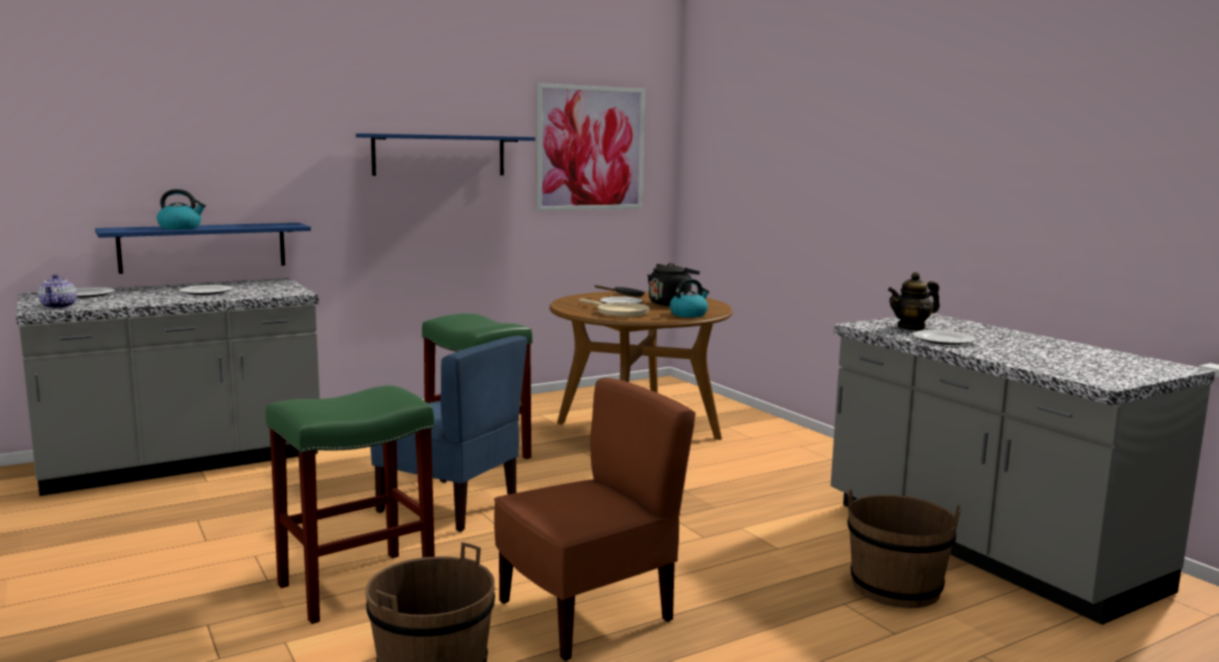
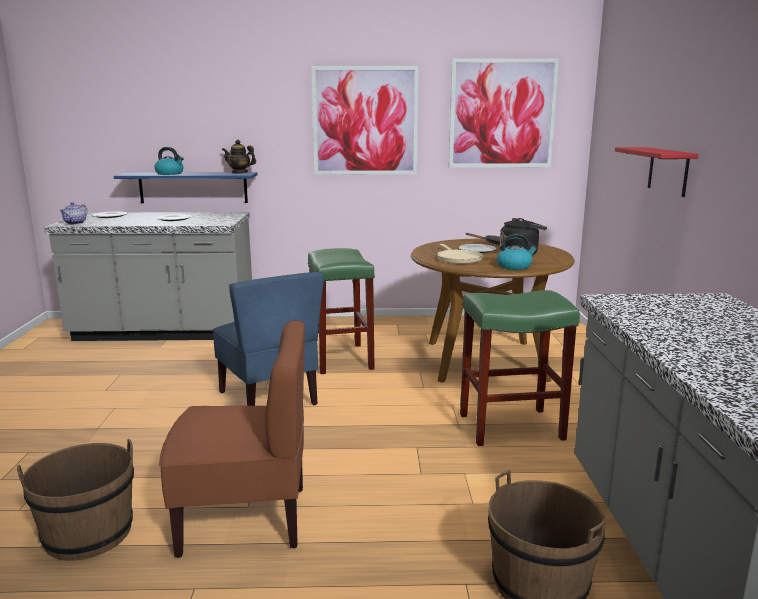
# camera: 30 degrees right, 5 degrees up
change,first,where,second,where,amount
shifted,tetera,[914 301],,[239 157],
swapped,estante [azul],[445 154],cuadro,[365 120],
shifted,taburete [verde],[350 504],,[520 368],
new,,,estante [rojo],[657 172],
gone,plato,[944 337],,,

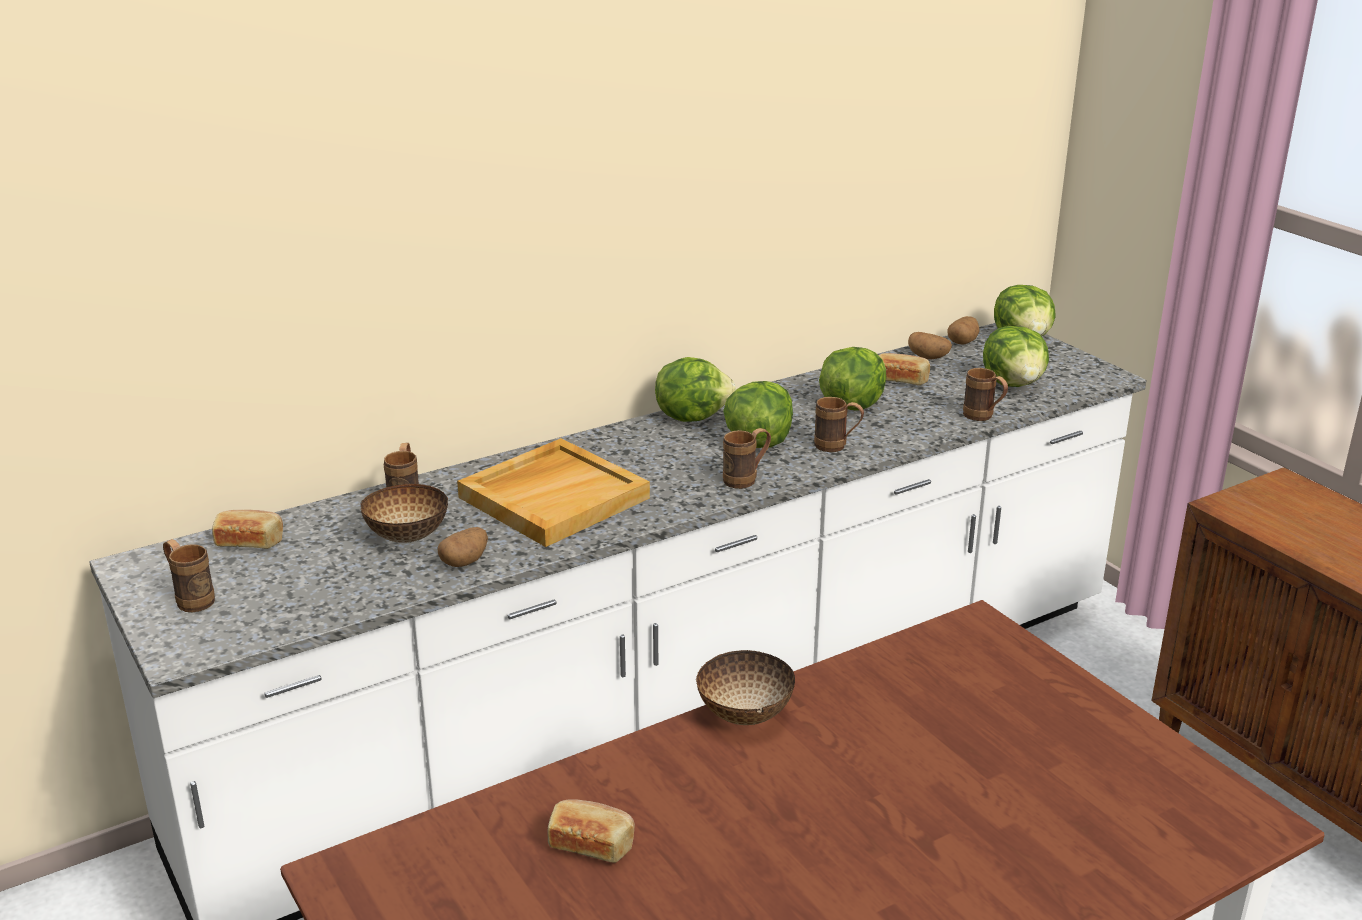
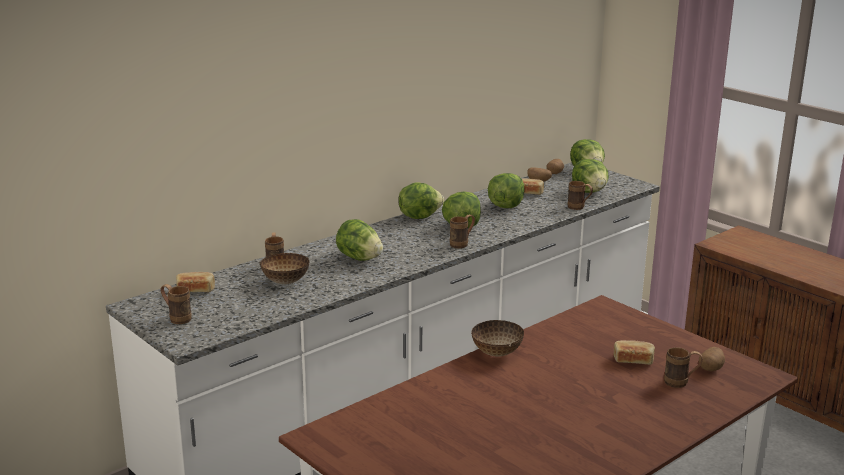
# camera: 10 degrees left, 5 degrees down
change,first,where,second,where,amount
swapped,bandeja [beis],[553 492],lechuga,[359 240],
shifted,pan,[591 831],,[634 352],
shifted,taza grande [marrón],[839 424],,[683 367],
shifted,patata,[463 547],,[712 359],

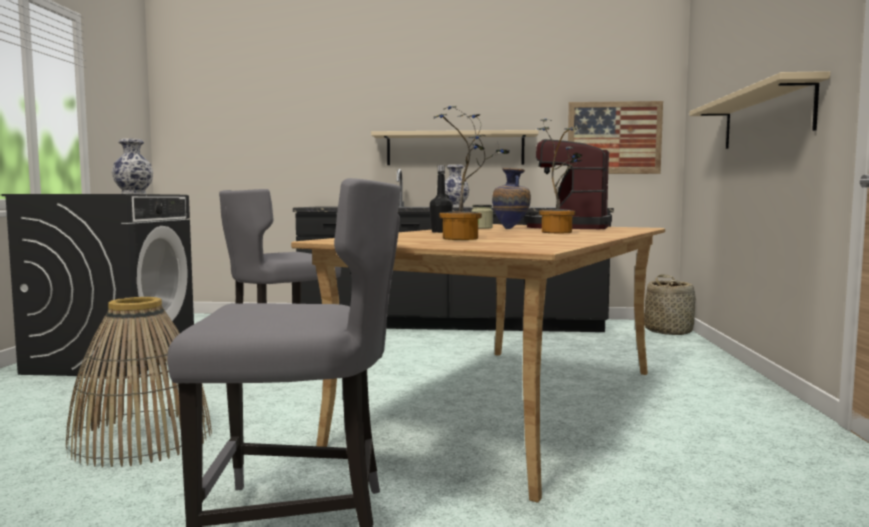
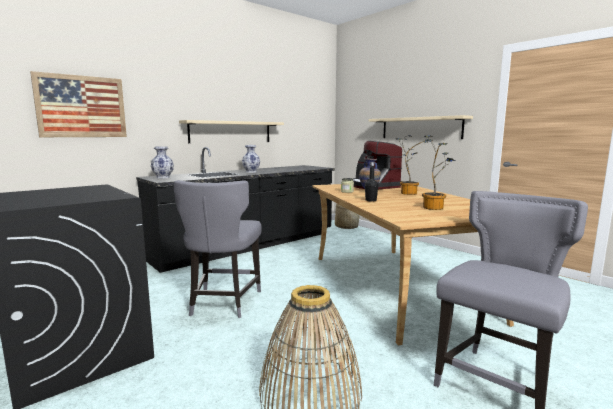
# camera: 45 degrees left, 5 degrees up
change,first,where,second,where,amount
shifted,cuadro,[615 137],,[78 104],
shifted,florero,[132 166],,[162 162],

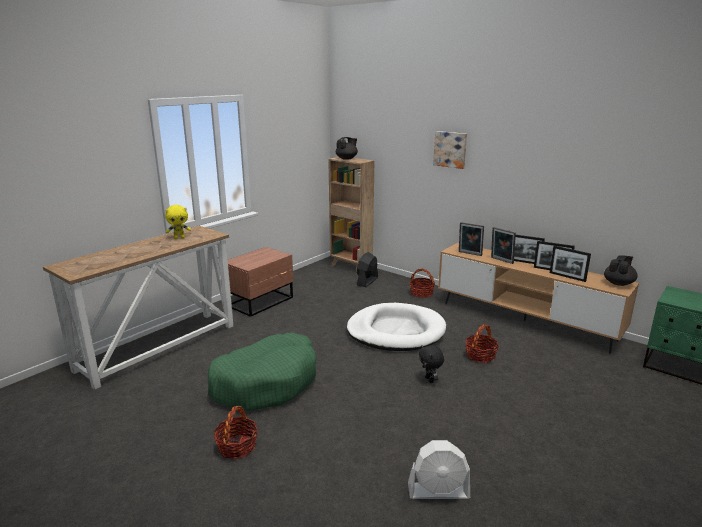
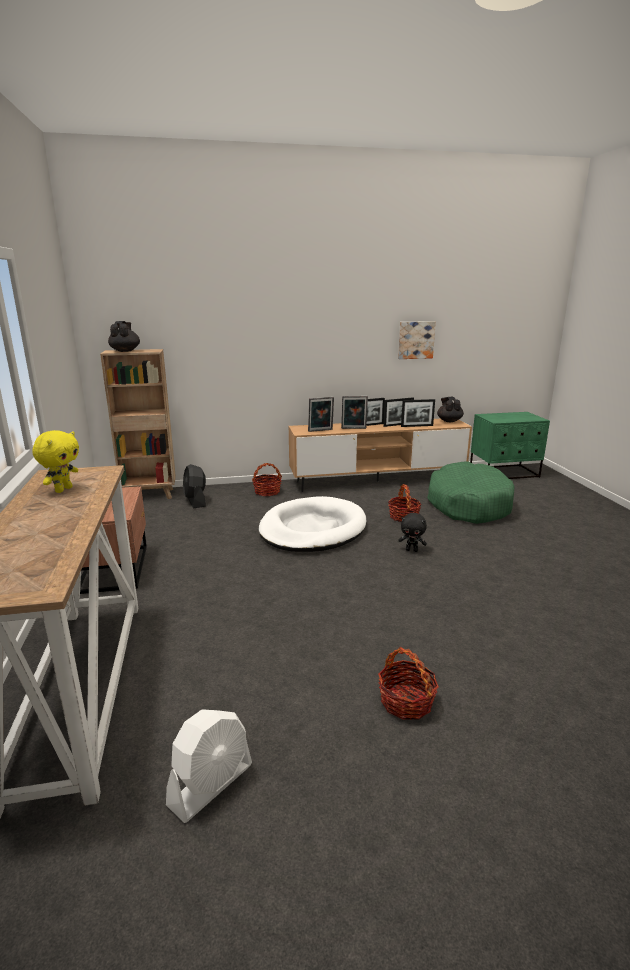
# camera: 50 degrees left, 0 degrees up
change,first,where,second,where,amount
shifted,ventilador [blanco],[439 469],,[209 766],
shifted,cuadro,[450 150],,[417 340],
shifted,cama para perro [verde],[262 371],,[470 493],

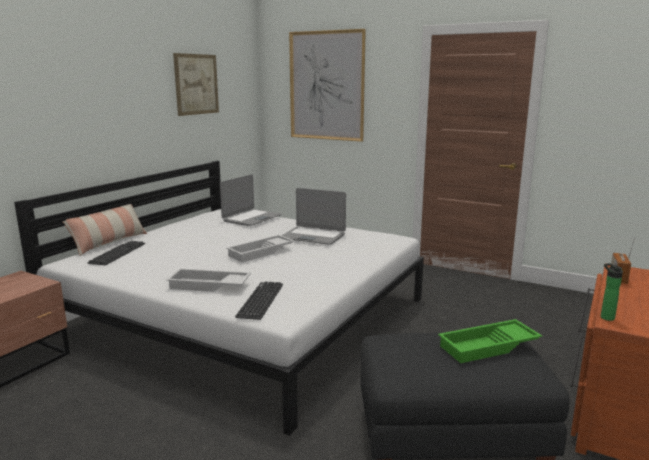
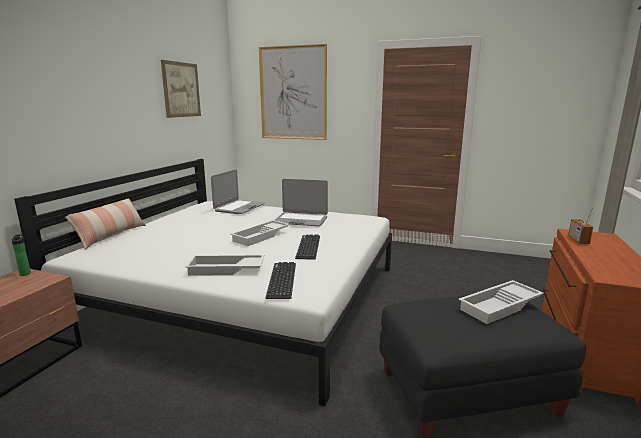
# camera: 10 degrees left, 0 degrees up
change,first,where,second,where,amount
shifted,botella,[612 292],,[21 255],
shifted,teclado,[116 253],,[307 247],
repainted,bandeja [verde],[490 341],bandeja [blanco],[501 302],

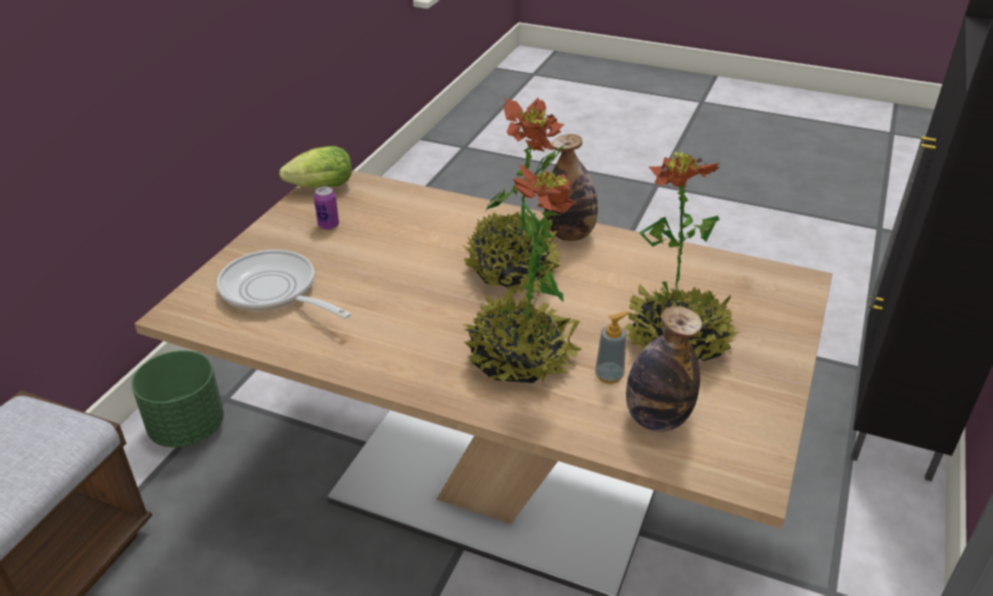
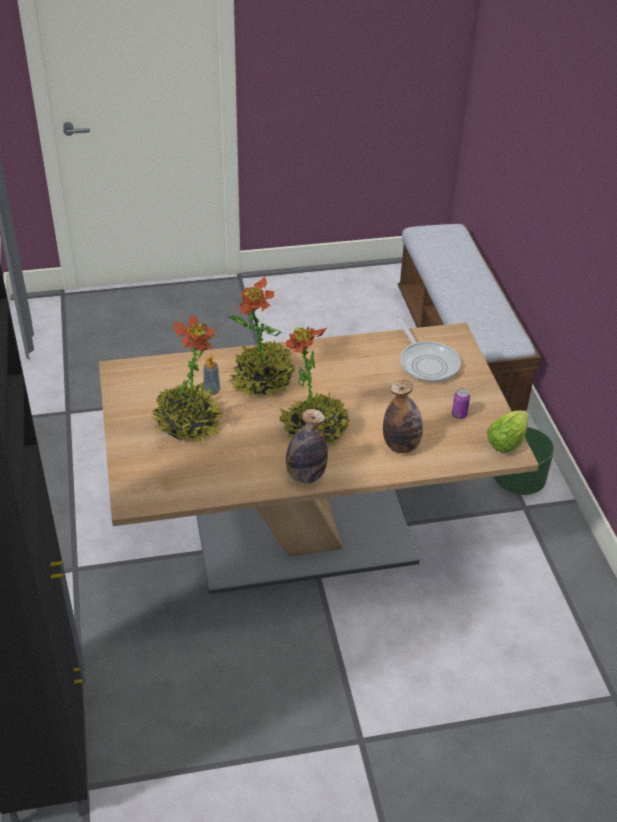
# camera: 145 degrees right, 5 degrees up
change,first,where,second,where,amount
shifted,botella,[664 369],,[403 416],
rotated,sartén,[284 284],,[427 348],60 degrees clockwise

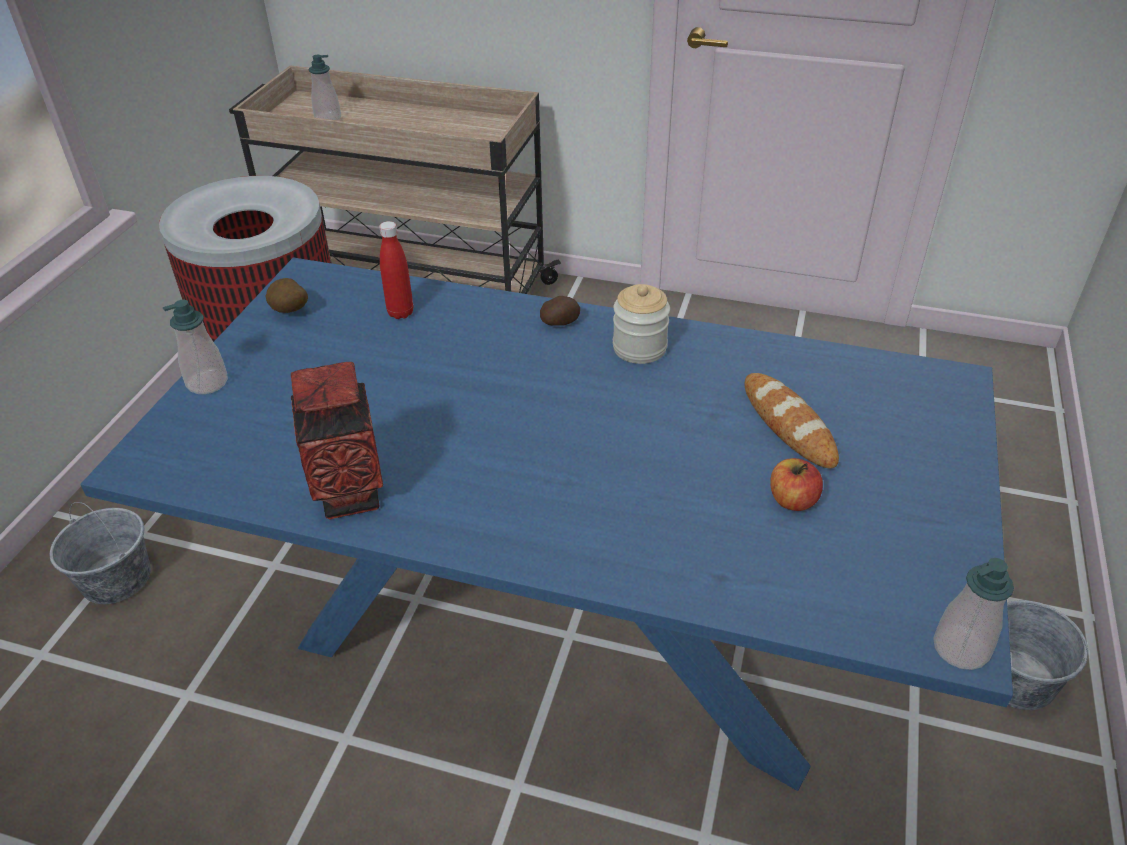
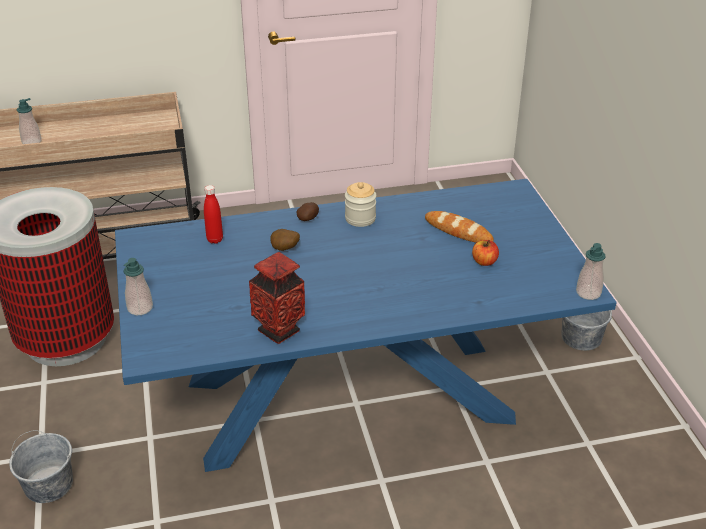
# camera: 30 degrees left, 5 degrees down
change,first,where,second,where,amount
shifted,patata,[286 295],,[285 240],

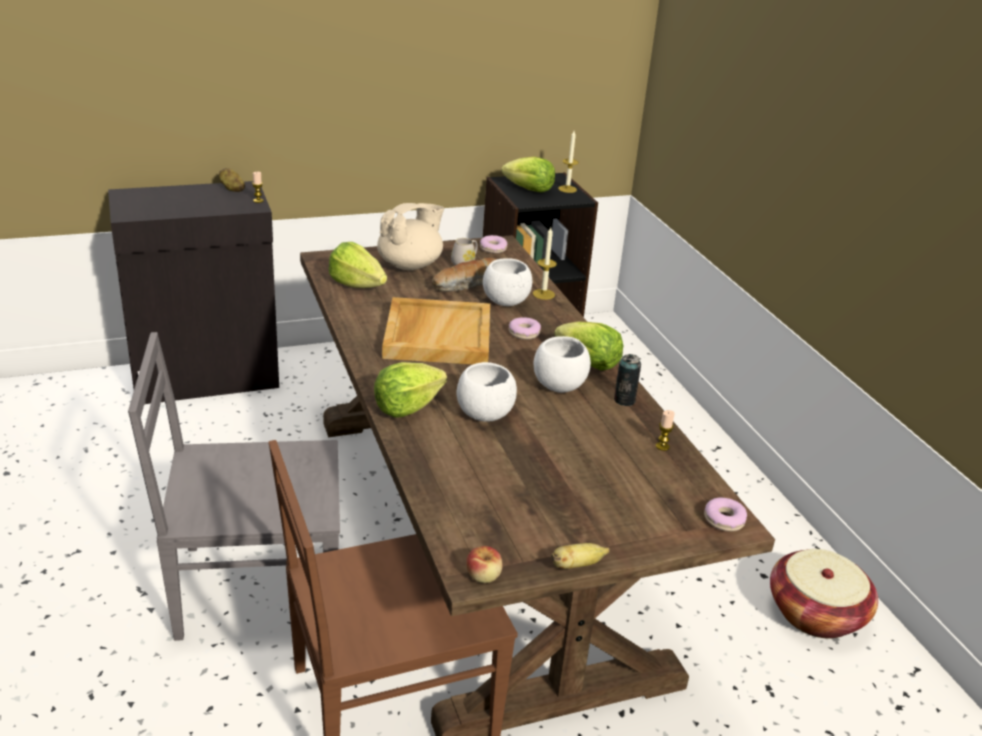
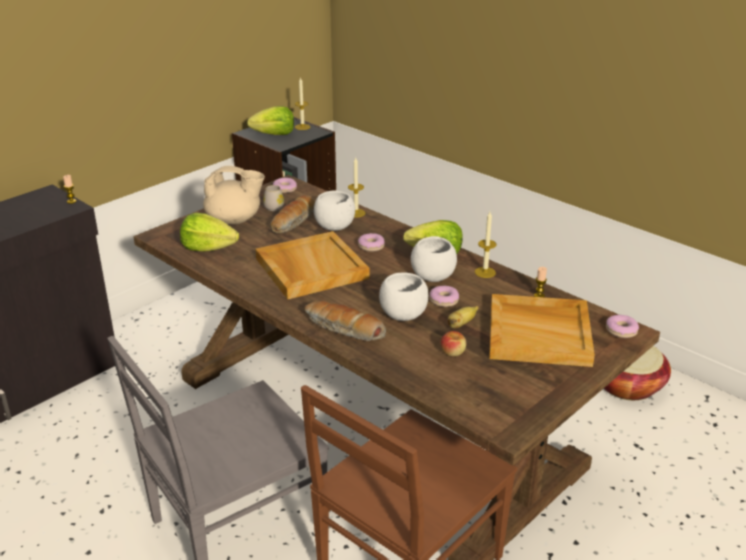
# camera: 25 degrees left, 0 degrees up
change,first,where,second,where,amount
rotated,tetera [beis],[410 236],,[234 195],75 degrees clockwise
swapped,lechuga,[410 390],pan,[345 321],
new,,,rosquilla,[444 296],
shifted,manzana,[484 564],,[453 344],
shifted,plátano,[580 556],,[463 317],
swapped,lata,[627 380],vela,[486 245],
new,,,bandeja [beis],[542 330],
gone,patata,[232 180],,,

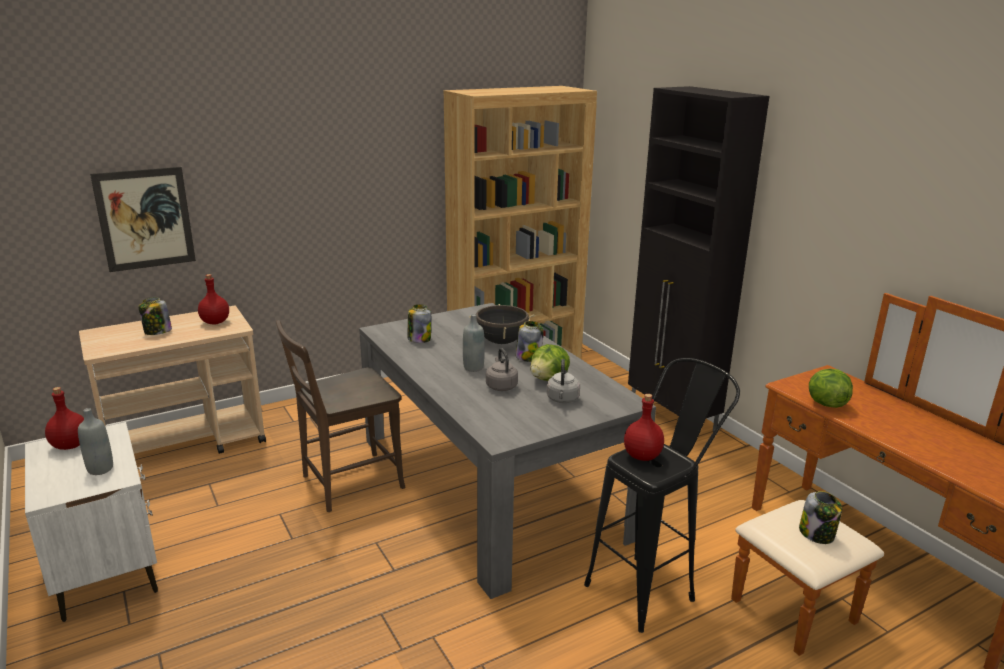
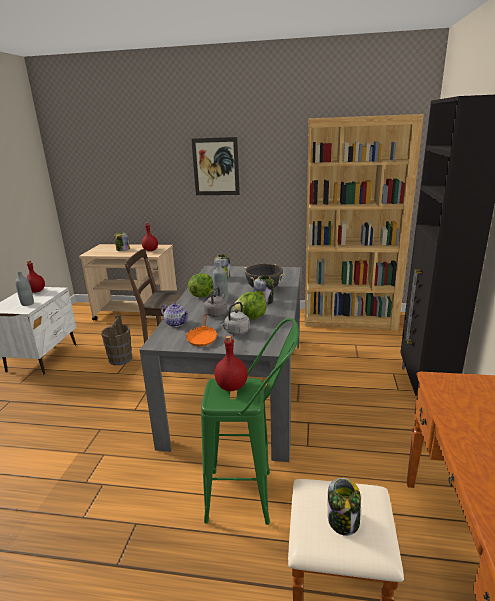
# camera: 40 degrees right, 0 degrees up
change,first,where,second,where,amount
new,,,cubo [marrón],[116 340],
new,,,tetera,[175 315],
new,,,sartén [naranja],[201 330],
shifted,lechuga,[831 388],,[200 285],
shifted,cuadro,[143 219],,[215 166],
repainted,taburete [negro],[662 495],taburete [verde],[250 421],

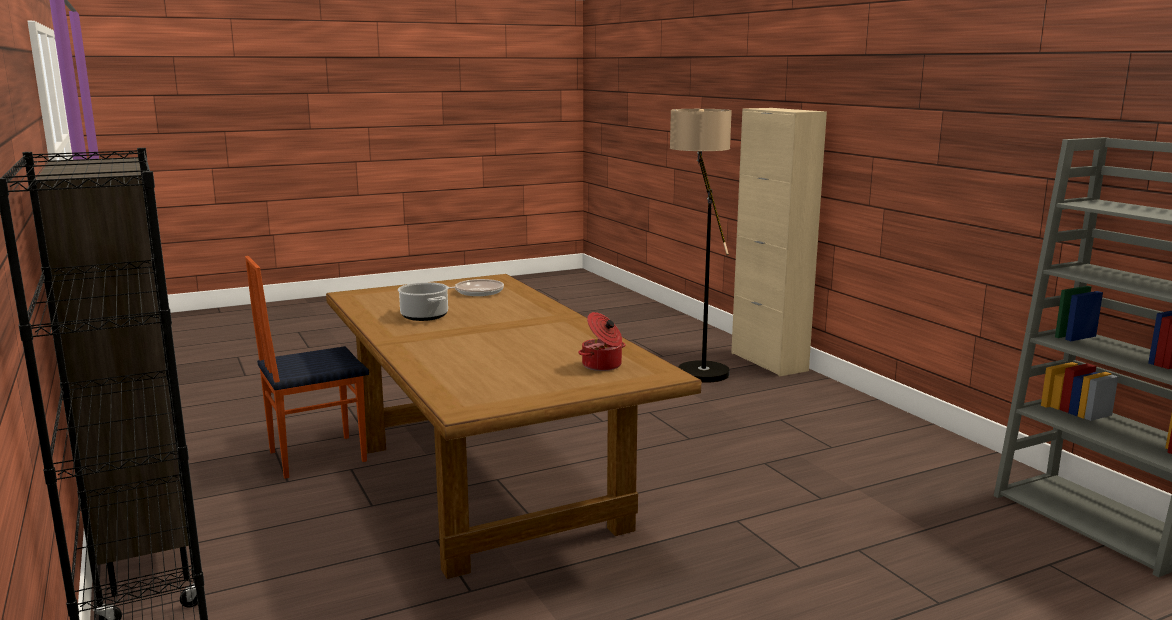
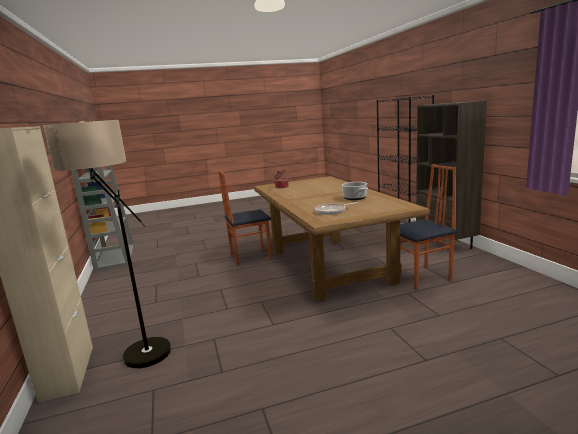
# camera: 170 degrees left, 0 degrees up
change,first,where,second,where,amount
new,,,silla,[244 217],

